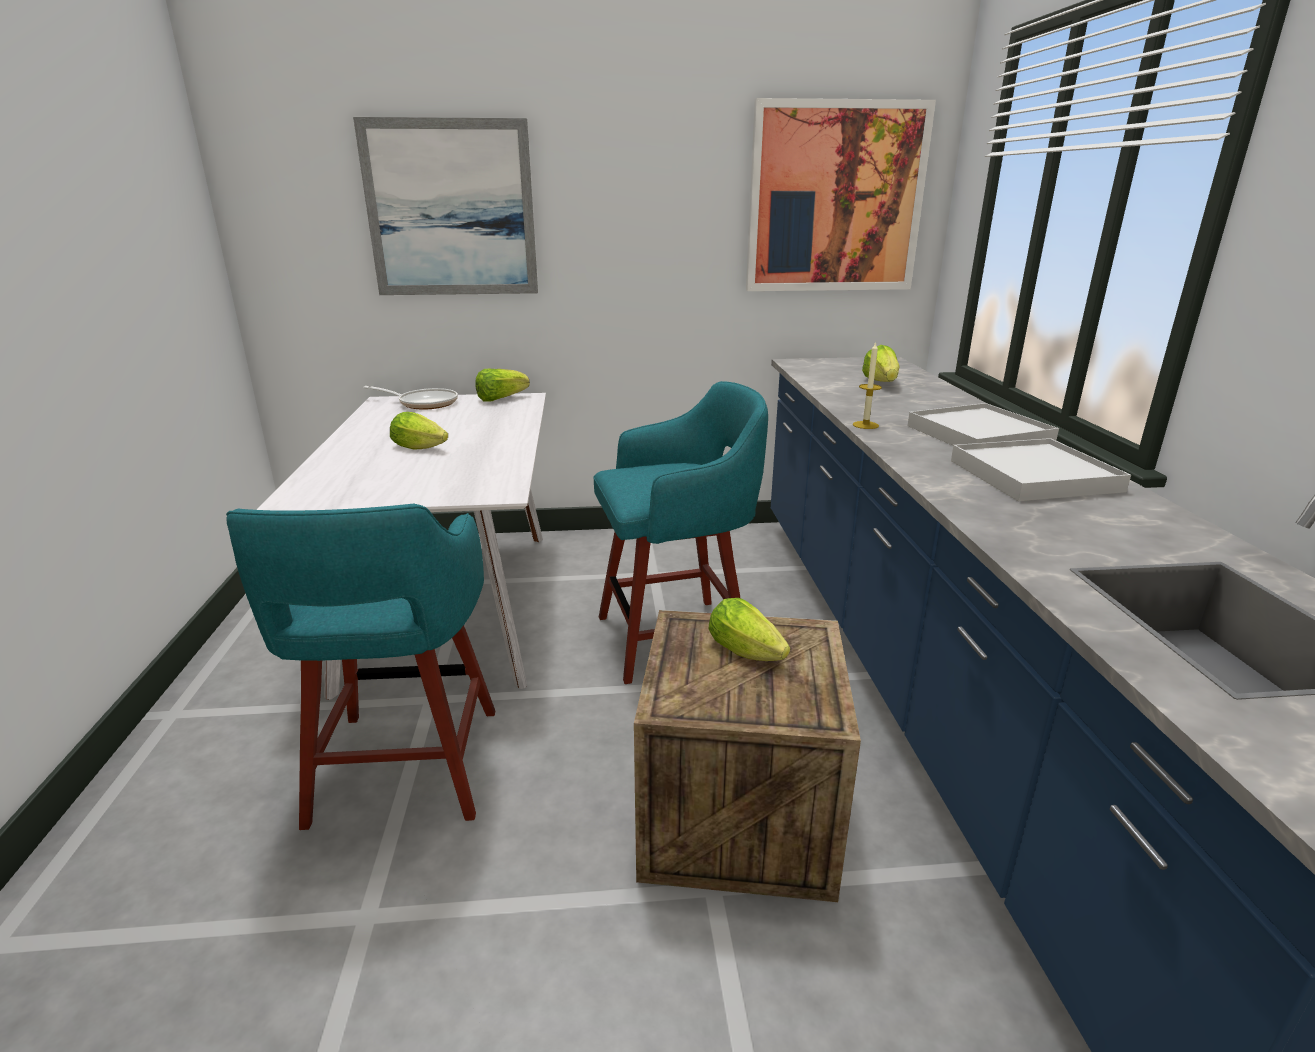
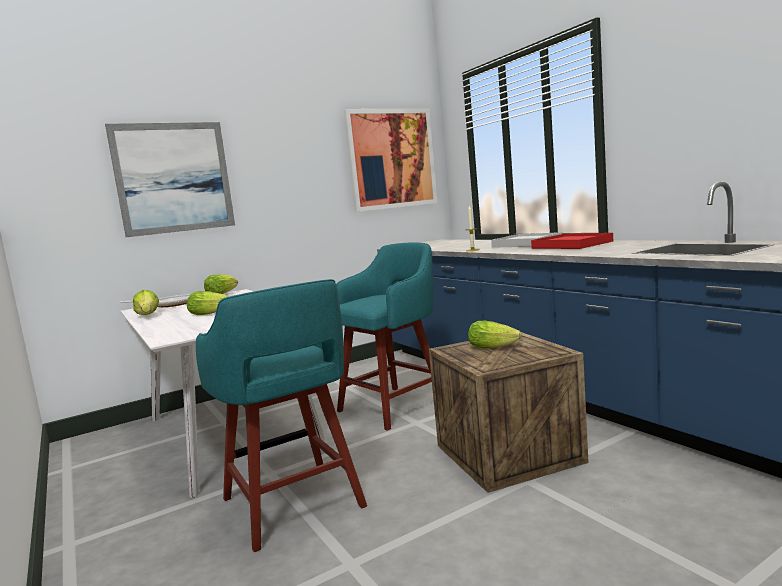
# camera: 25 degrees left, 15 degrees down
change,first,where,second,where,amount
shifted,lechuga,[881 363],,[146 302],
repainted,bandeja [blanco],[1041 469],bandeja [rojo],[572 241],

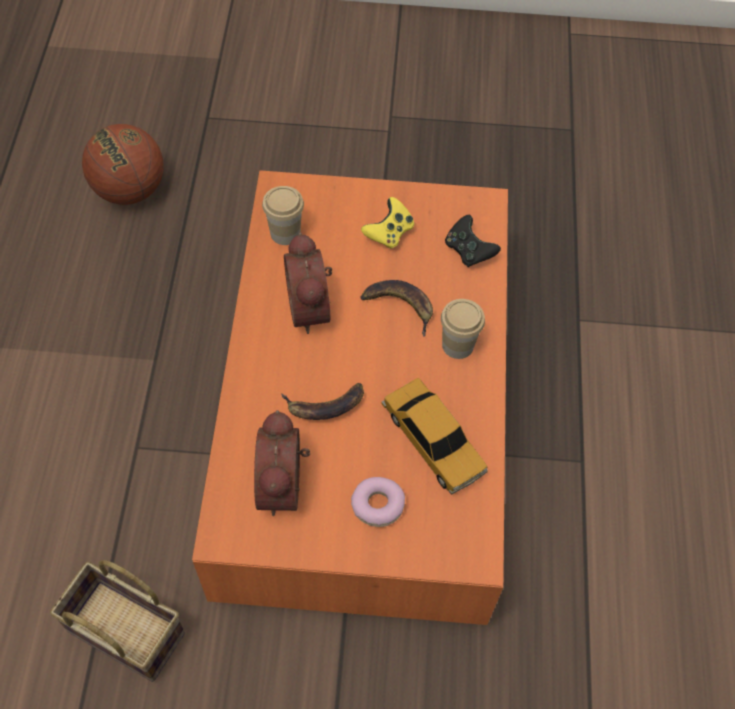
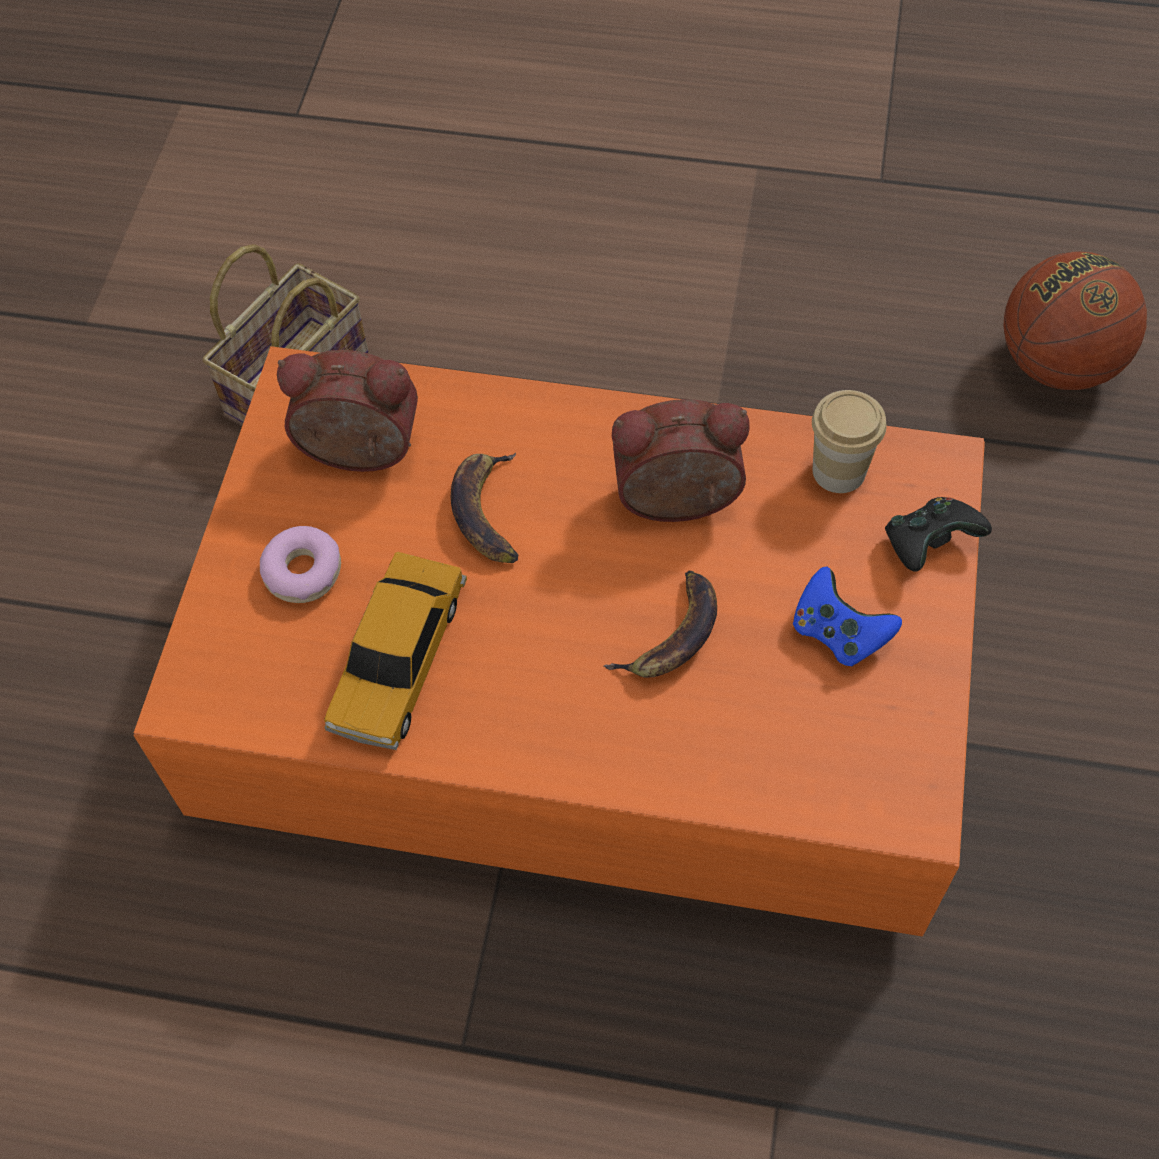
# camera: 100 degrees right, 0 degrees up
change,first,where,second,where,amount
rotated,coche de juguete,[434 436],,[395 651],45 degrees counterclockwise
repainted,mando de consola [amarillo],[387 223],mando de consola [azul],[847 616],
shifted,mando de consola [negro],[473 241],,[938 534],
gone,taza,[463 329],,,

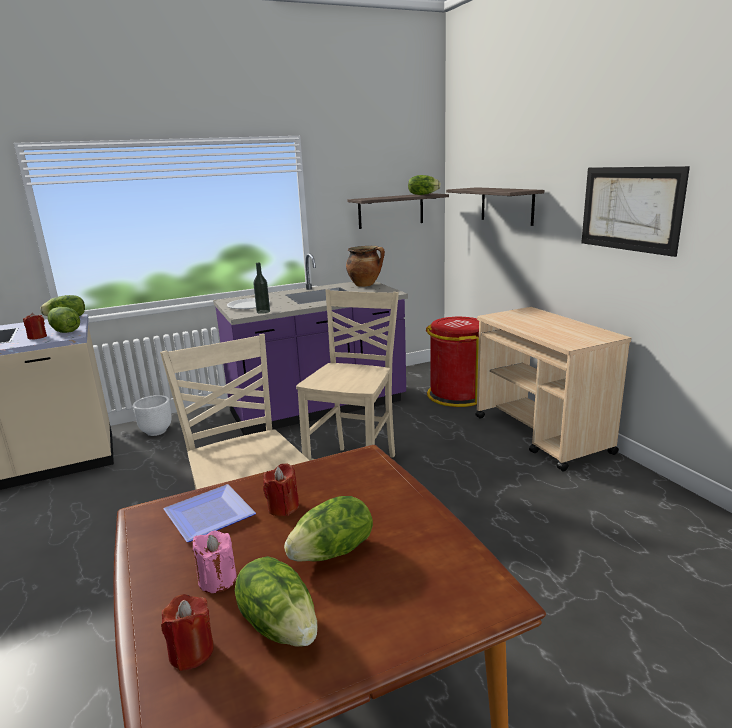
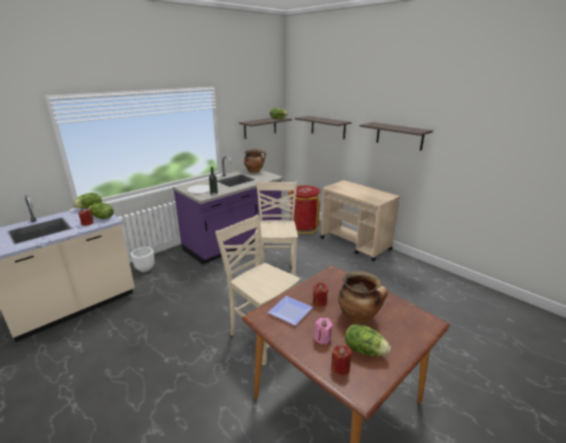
# camera: 20 degrees left, 5 degrees up
change,first,where,second,where,amount
swapped,lechuga,[328 529],olla,[363 297],
swapped,cuadro,[635 211],estante,[396 136],

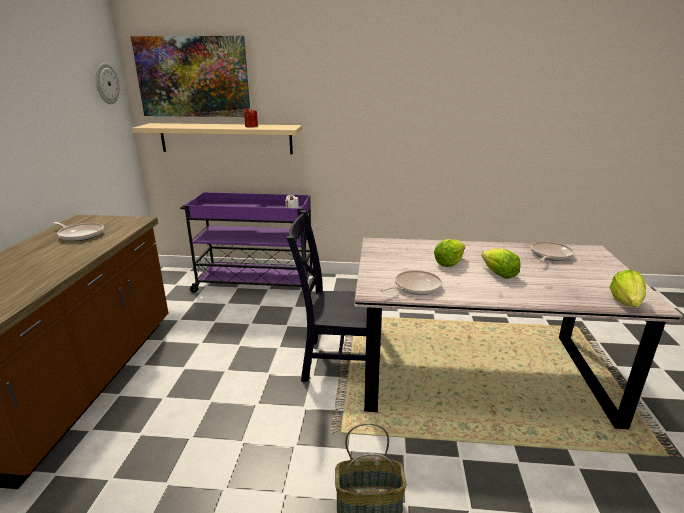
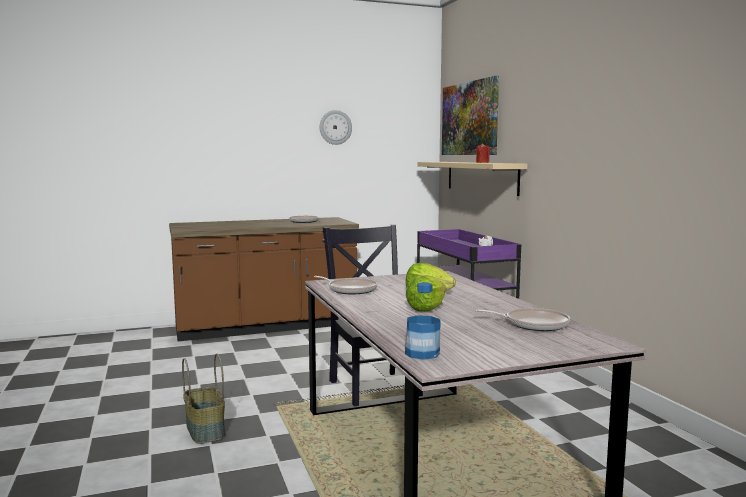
# camera: 65 degrees right, 15 degrees down
change,first,where,second,where,amount
shifted,reloj de pared,[108 83],,[336 127],
swapped,lechuga,[628 288],botella,[422 321],

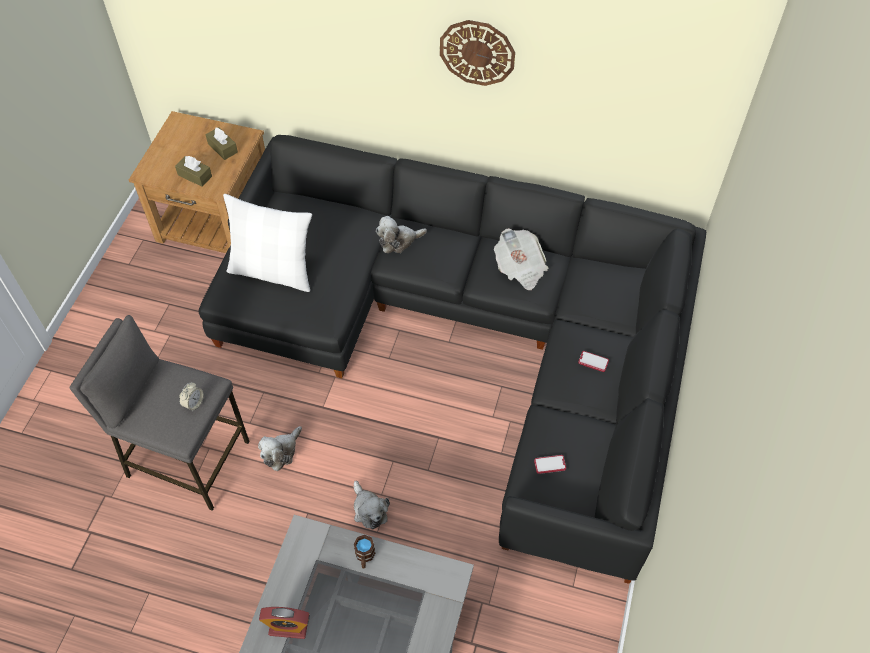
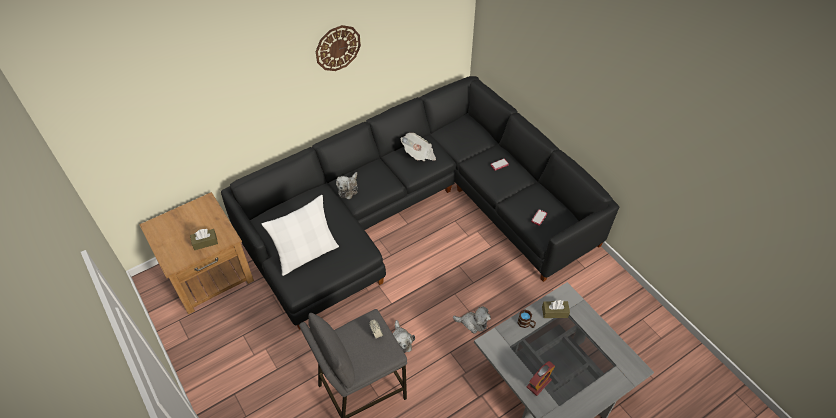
# camera: 50 degrees left, 5 degrees down
change,first,where,second,where,amount
shifted,caja de pañuelos [marrón],[221 143],,[556 309],

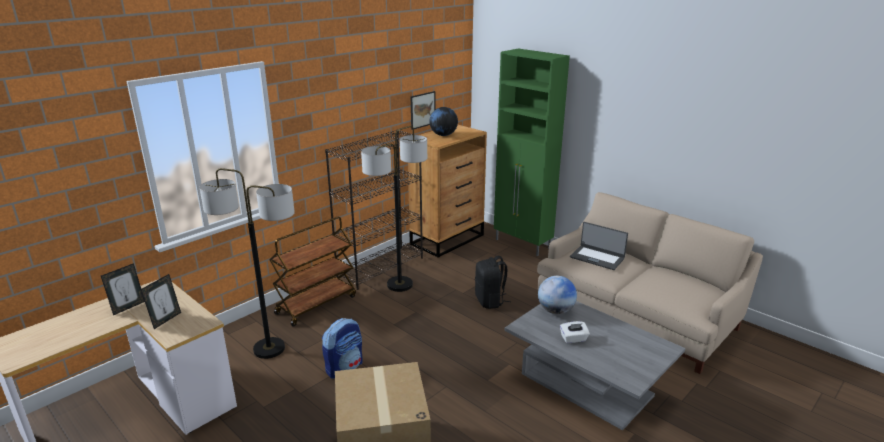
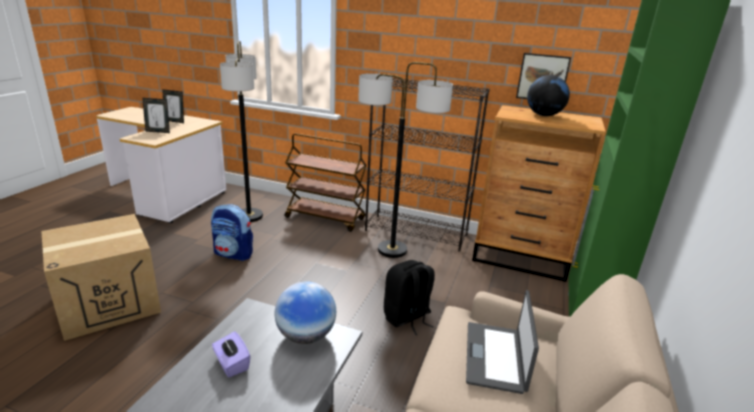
# camera: 65 degrees right, 0 degrees up
change,first,where,second,where,amount
repainted,caja de pañuelos [blanco],[575 332],caja de pañuelos [morado],[231 354],

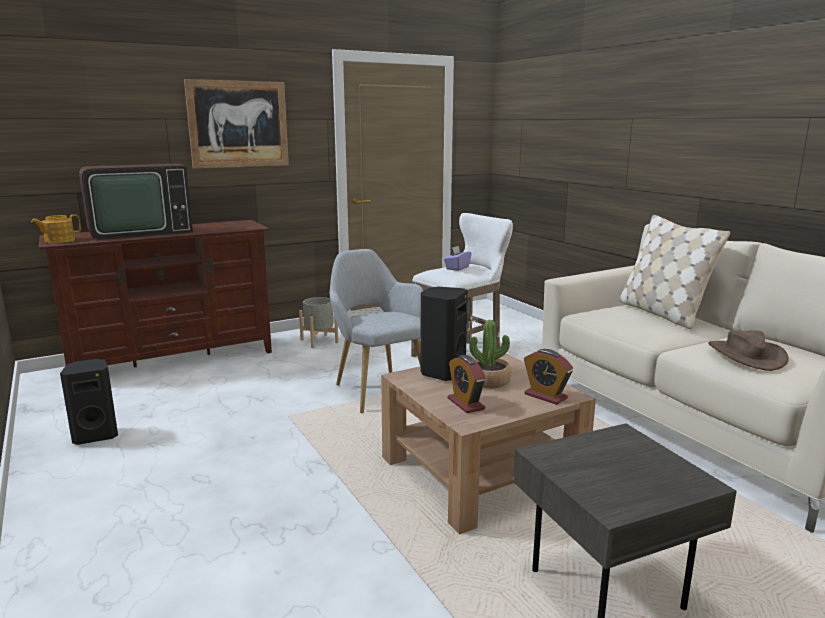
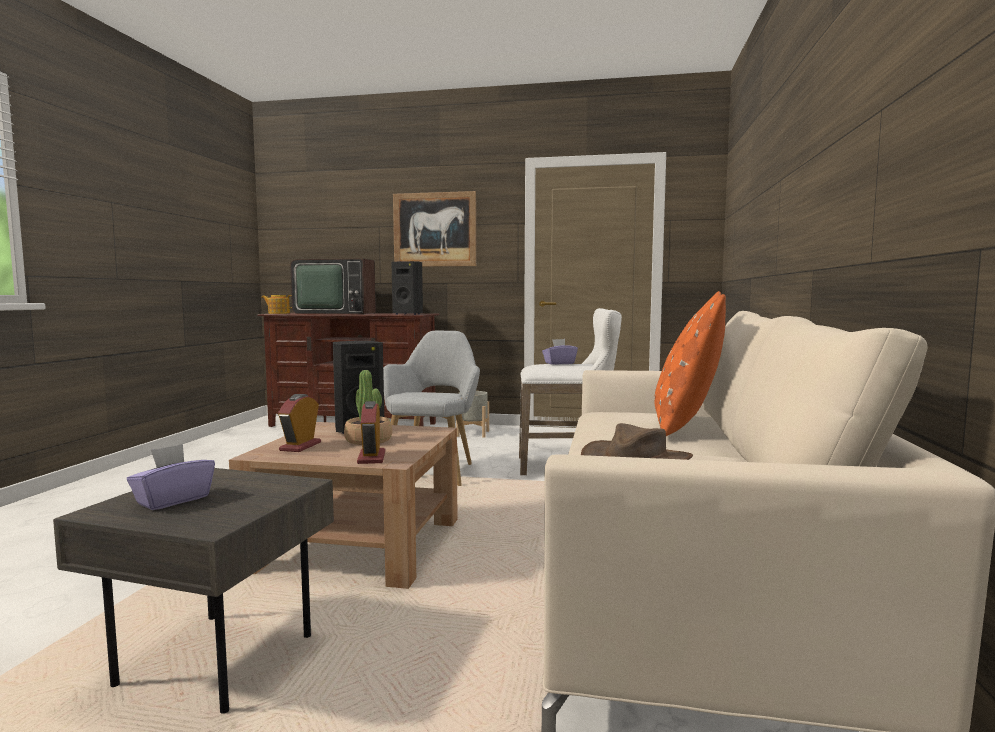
# camera: 40 degrees right, 10 degrees down
change,first,where,second,where,amount
new,,,caja de pañuelos [morado],[171 477],
shifted,altavoz [negro],[89 402],,[407 288],
repainted,cojín [beis],[674 272],cojín [naranja],[690 363],

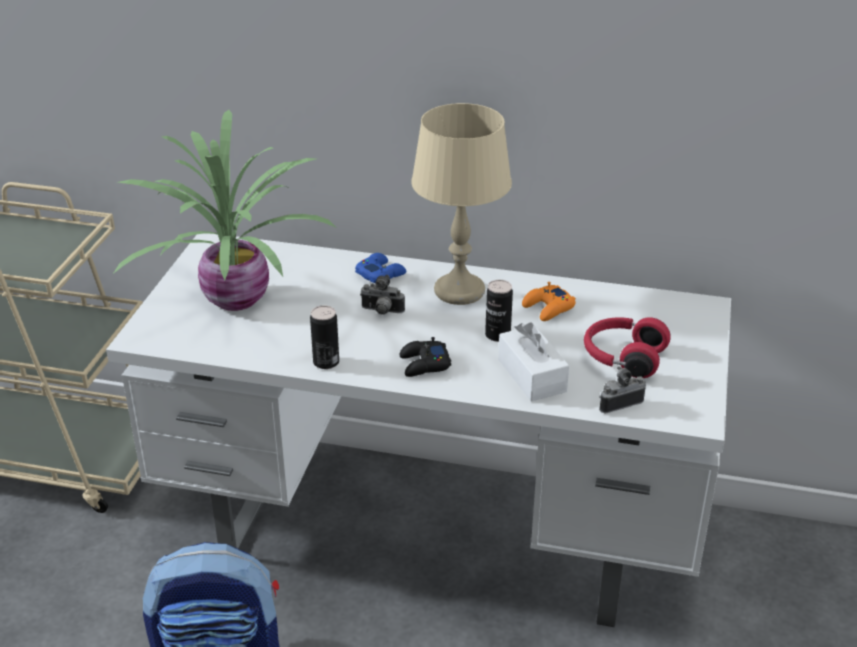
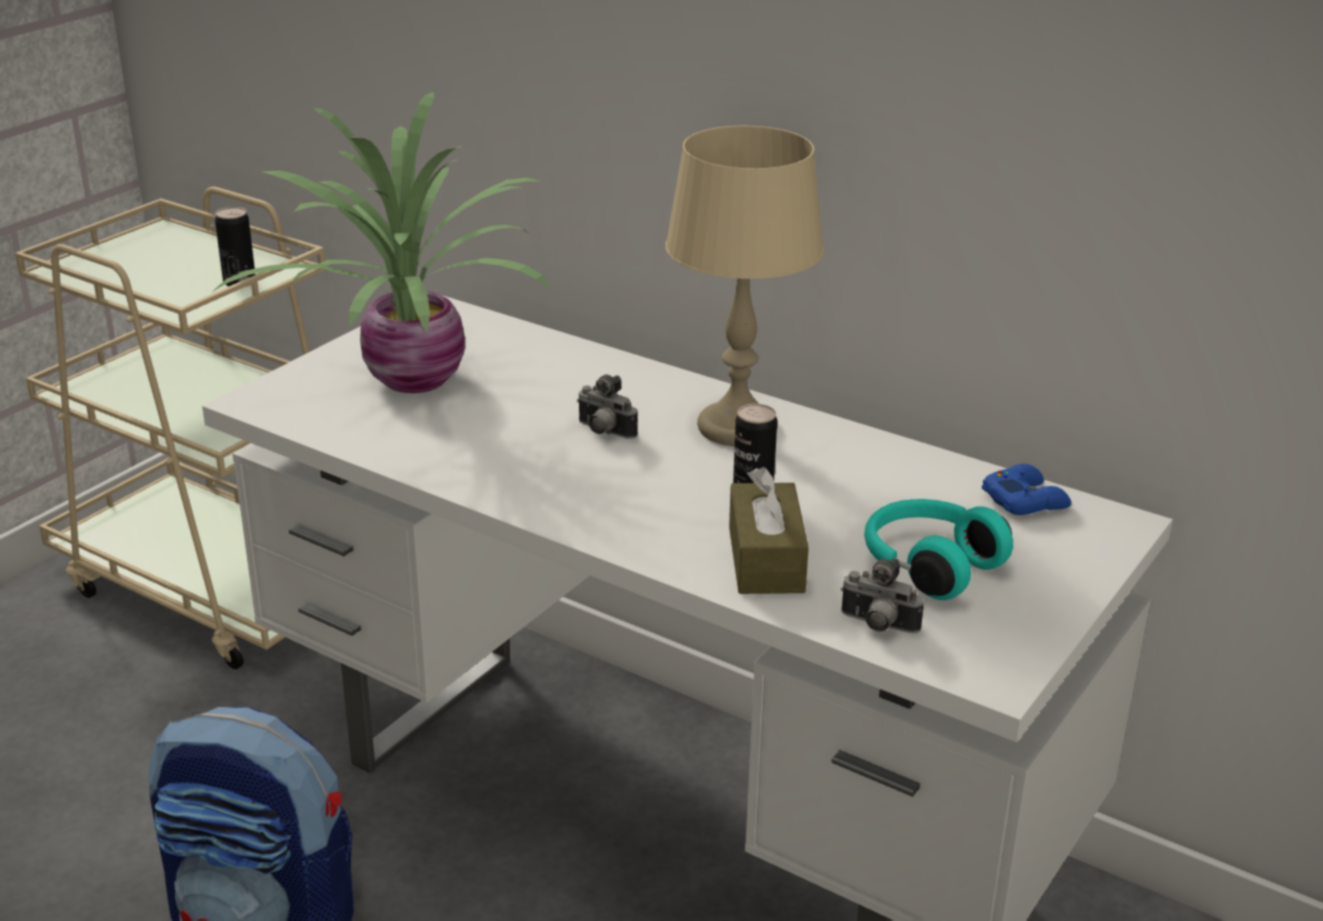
# camera: 20 degrees right, 5 degrees down
change,first,where,second,where,amount
shifted,lata,[324 337],,[235 247],
repainted,caja de pañuelos [blanco],[533 362],caja de pañuelos [marrón],[769 530],
rotated,cámara,[622 389],,[882 595],150 degrees counterclockwise
repainted,auriculares [rojo],[627 347],auriculares [turquesa],[938 549],
shifted,mando de consola [azul],[380 268],,[1026 489],
gone,mando de consola [negro],[425 357],,,
gone,mando de consola [naranja],[549 301],,,

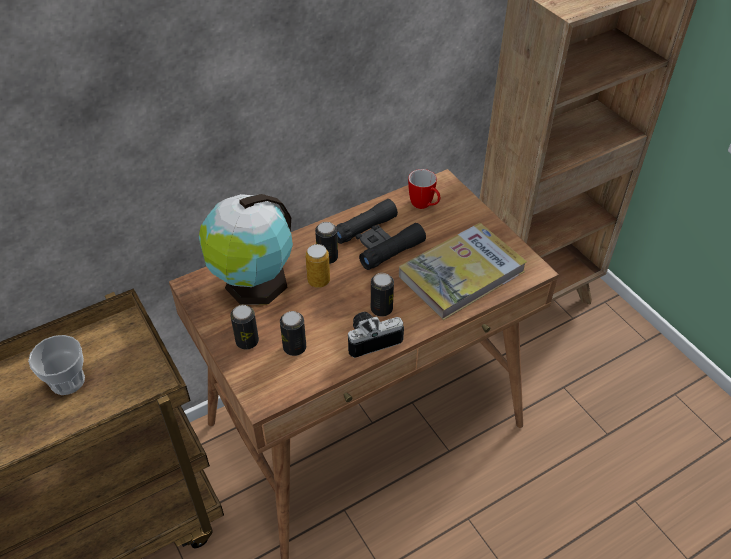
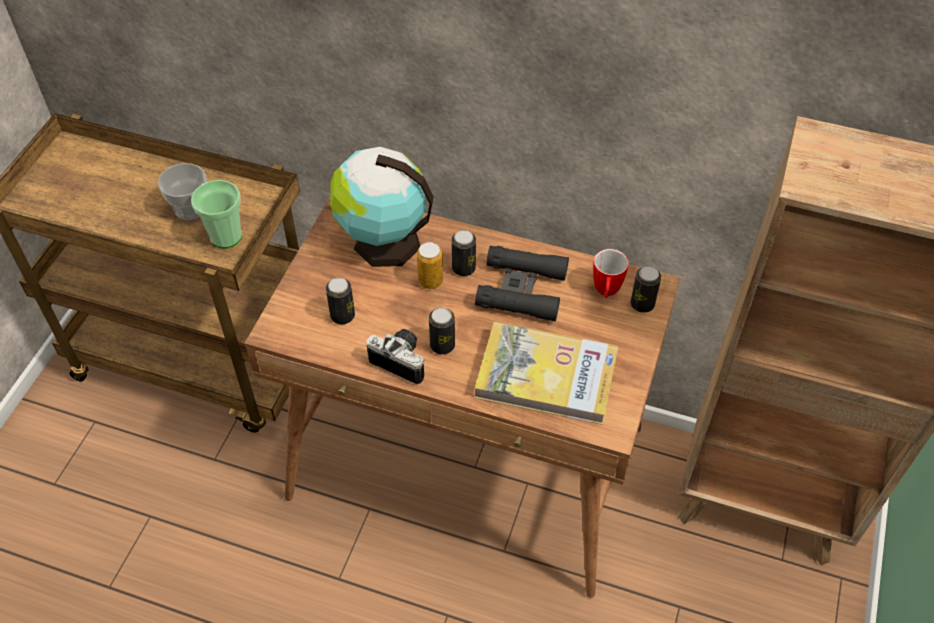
# camera: 50 degrees right, 5 degrees up
change,first,where,second,where,amount
new,,,taza,[216 214],
shifted,lata,[244 327],,[646 289],

